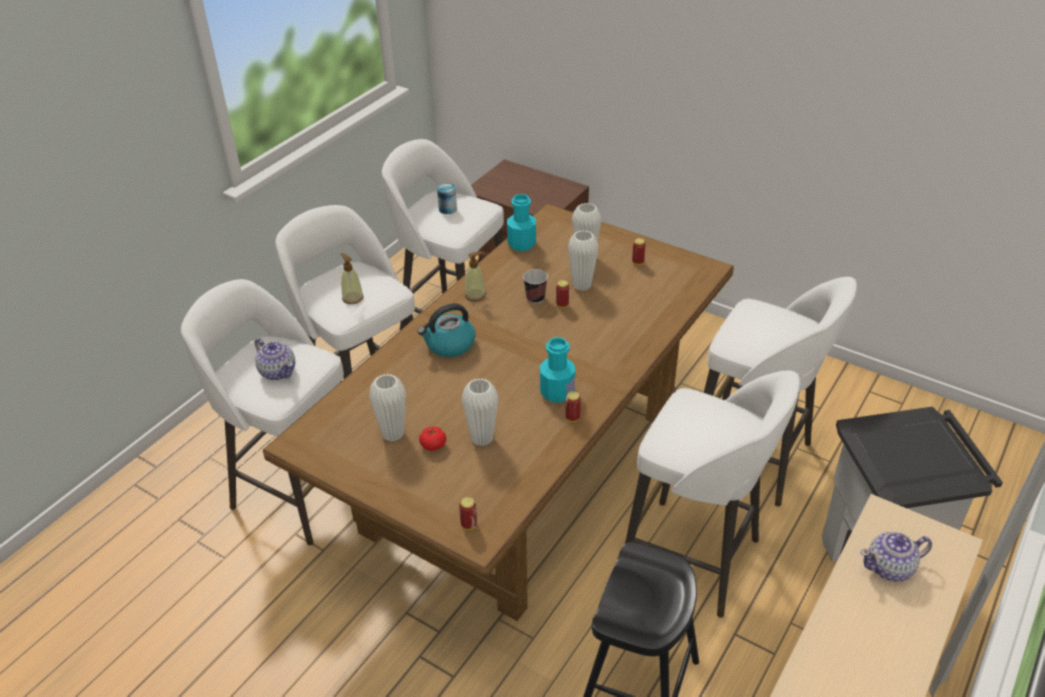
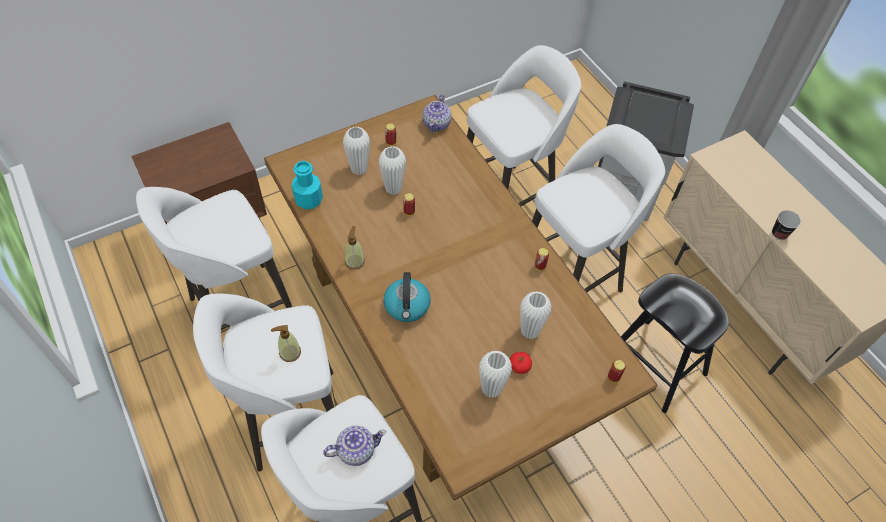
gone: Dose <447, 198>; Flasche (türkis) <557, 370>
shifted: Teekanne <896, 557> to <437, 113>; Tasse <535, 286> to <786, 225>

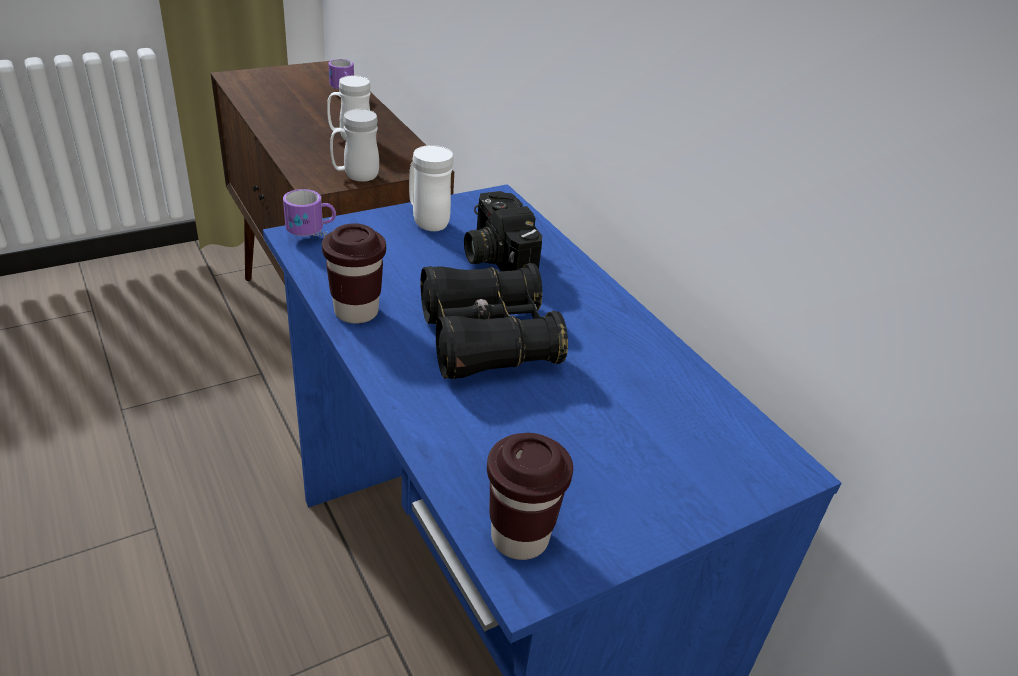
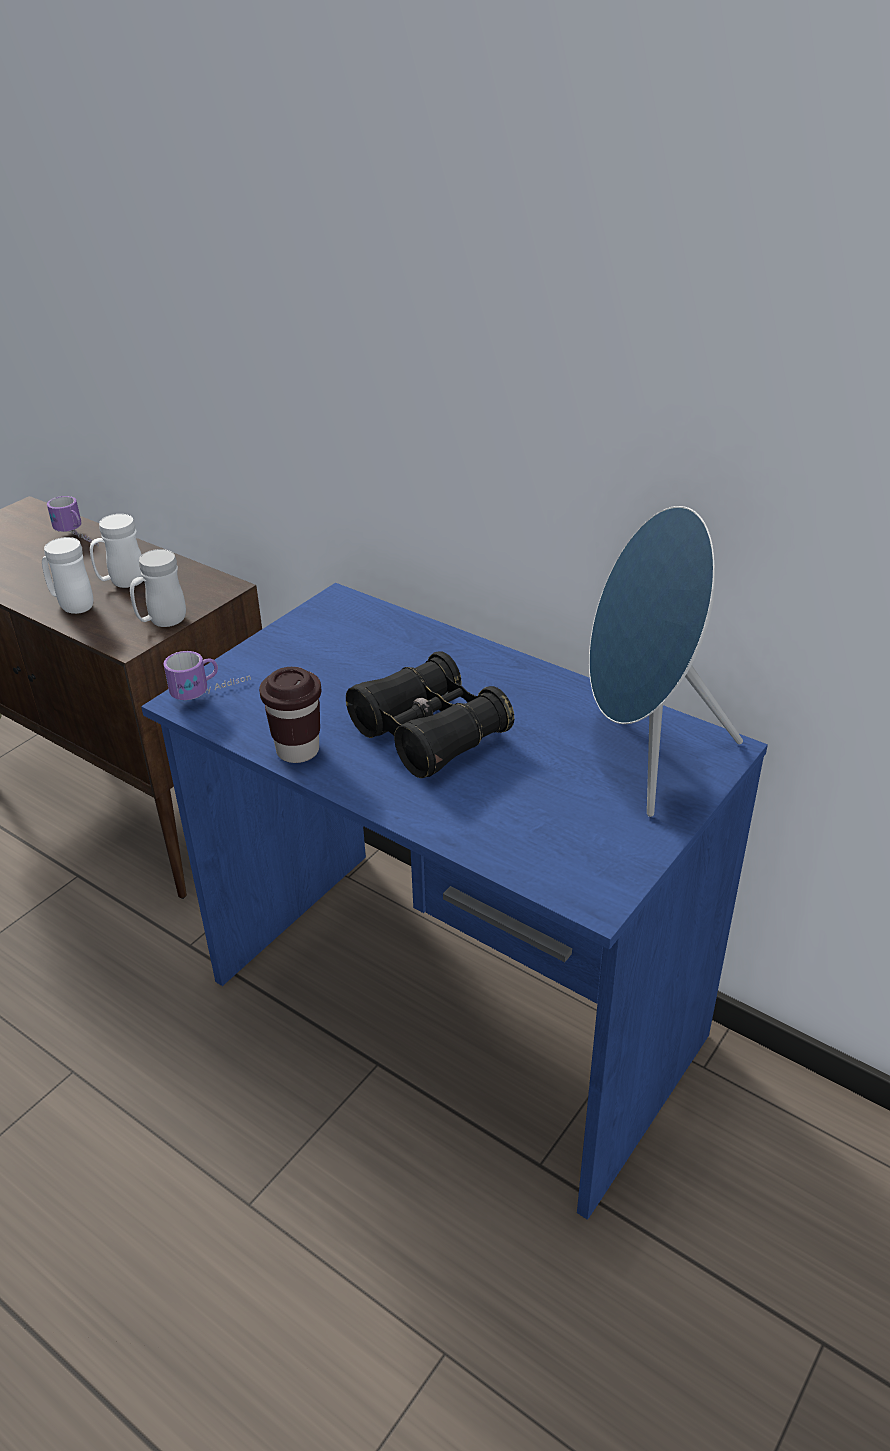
gone: Kamera <503, 231>; Tasse (braun) <530, 496>
new: Lautsprecher (blau) <666, 661>
shifted: Henkelbecher (weiß) <431, 188> to <67, 575>

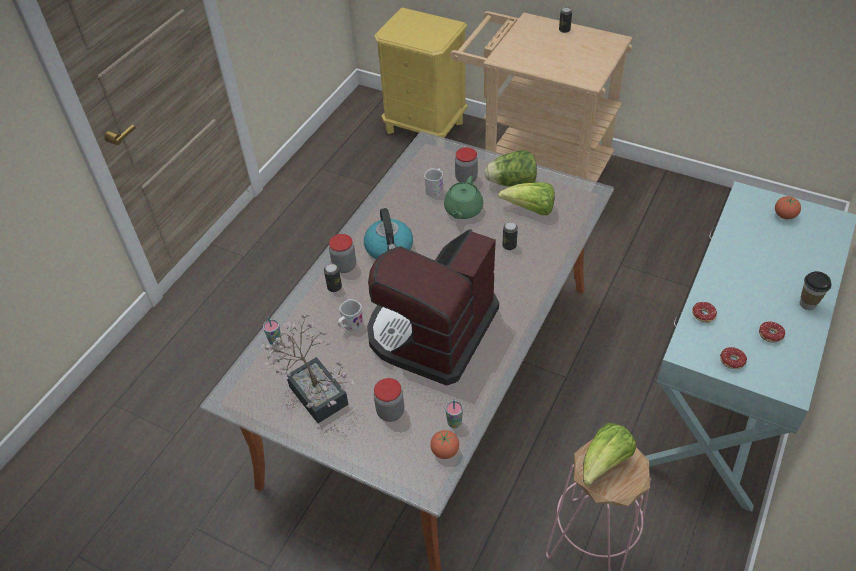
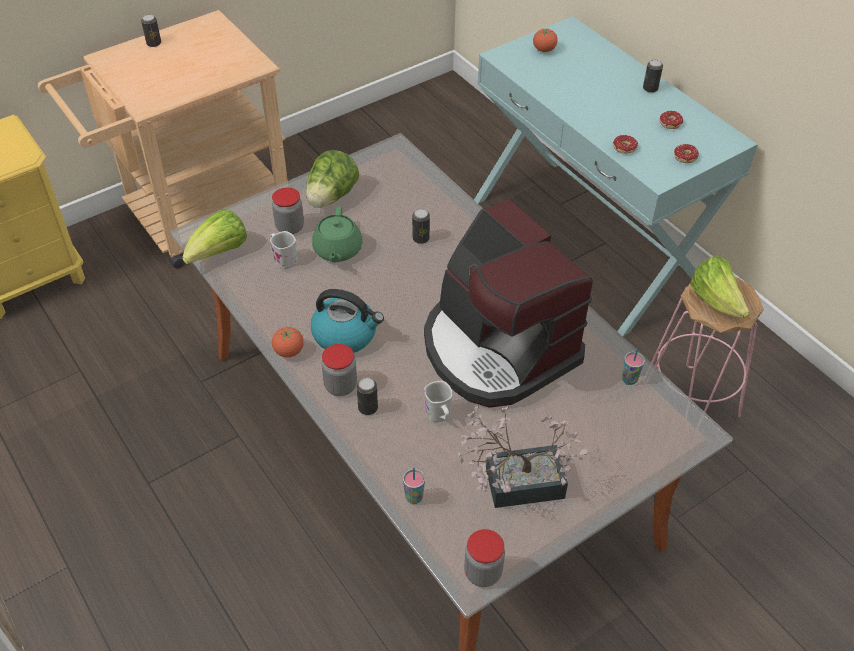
shifted: Salatkopf <526, 198> to <214, 237>; Tomate <444, 444> to <288, 342>; Vorratsglas <389, 400> to <484, 558>
swapped: Tasse <815, 290> to Dose <653, 76>
rotated: Teekanne (grün) <463, 197> = <337, 234> 45 degrees clockwise

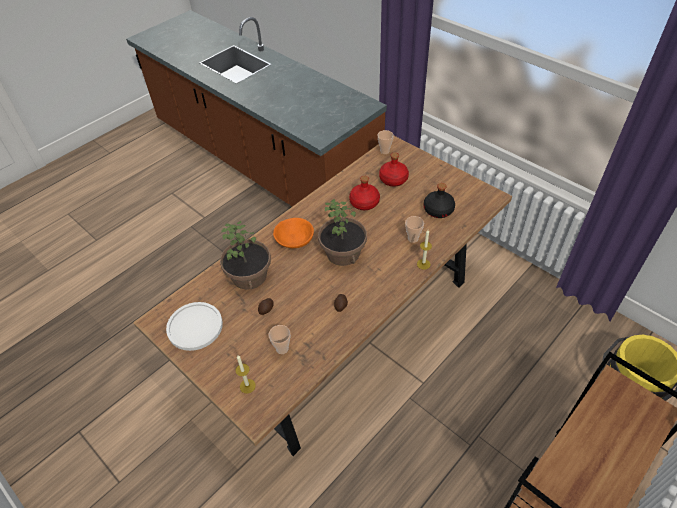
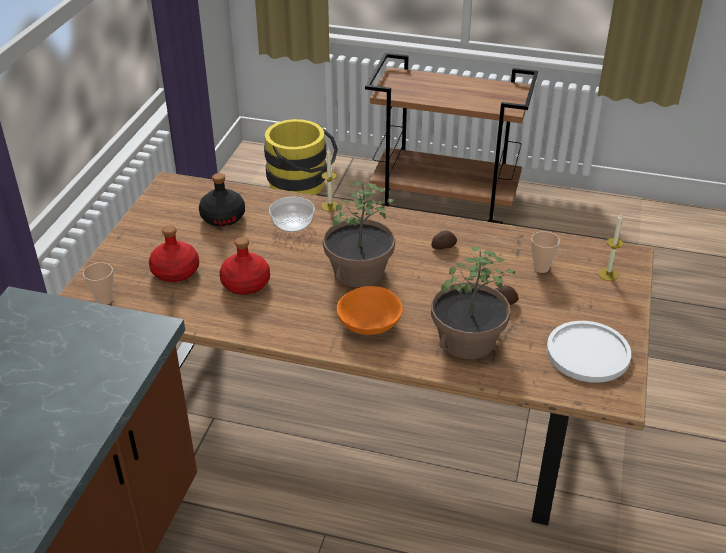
swapped: Tasse <414, 229> to Schüssel <292, 214>

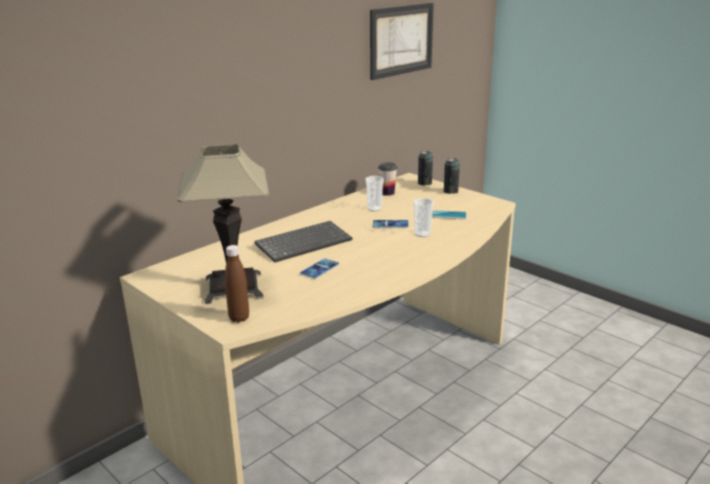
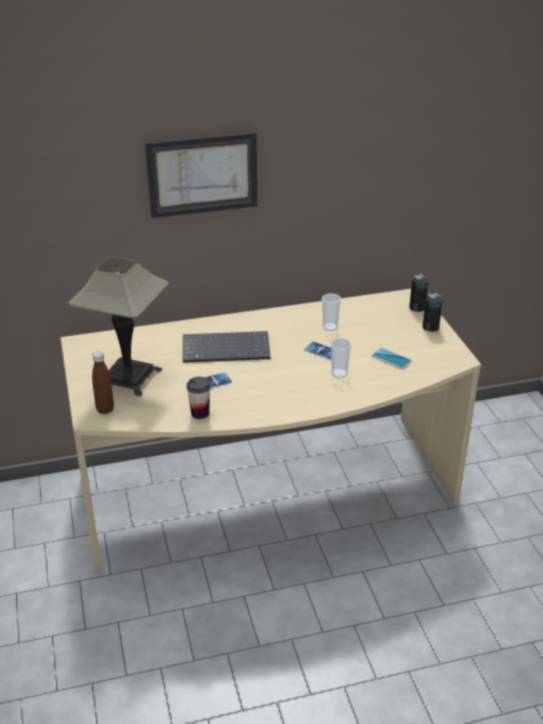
shifted: Bild <402, 41> to <201, 175>; Tasse <387, 179> to <198, 398>

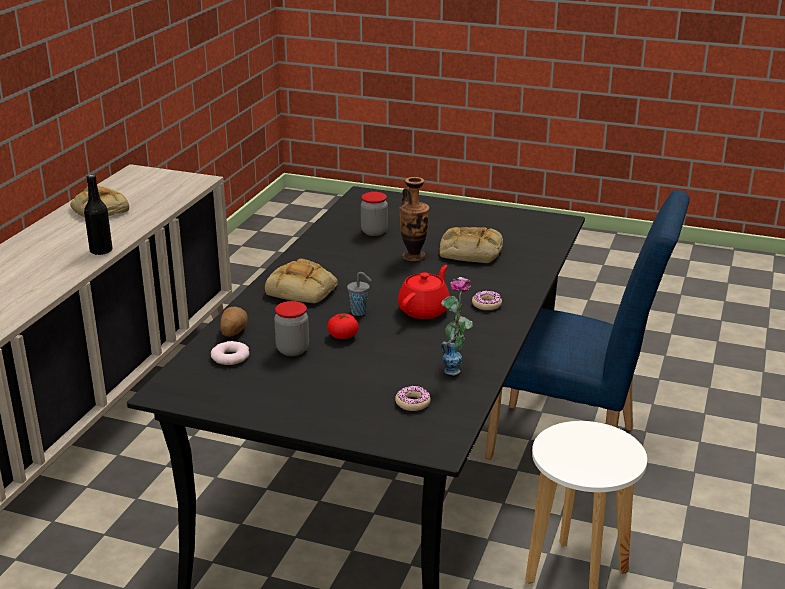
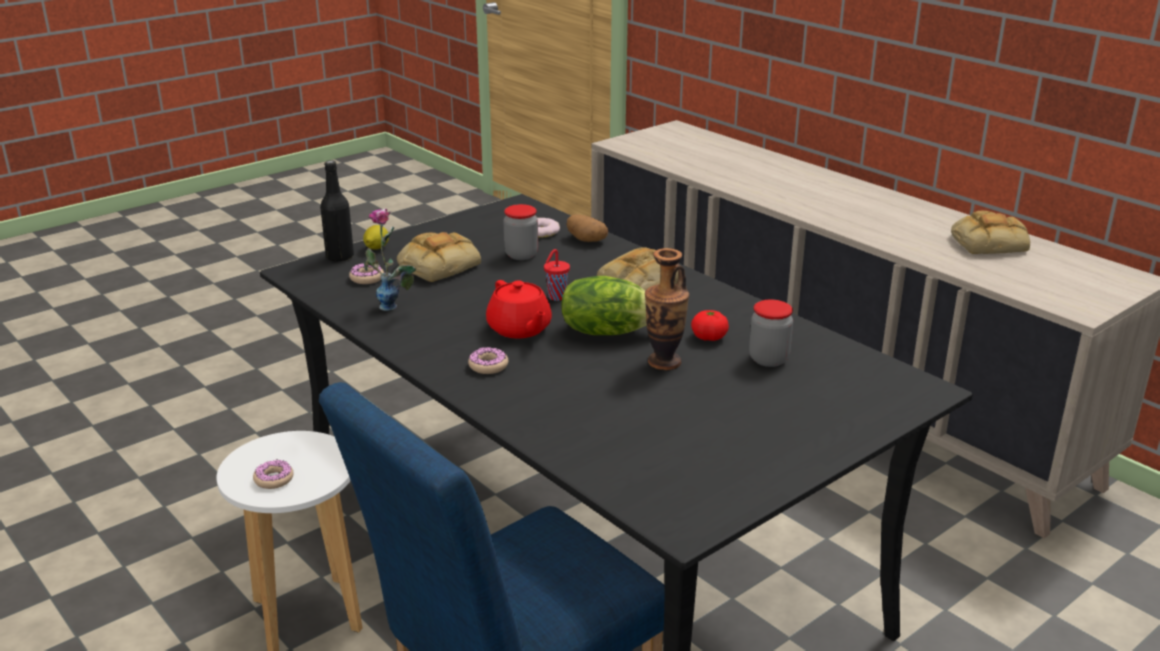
new: Donut <273, 474>; Zitrone <376, 237>; Salatkopf <604, 305>
shifted: Flasche (schwarz) <98, 214> to <337, 210>; Brot <471, 245> to <439, 257>; Tomate <343, 326> to <710, 325>
repainted: Tasse (grau) <359, 294> to Tasse (rot) <557, 275>

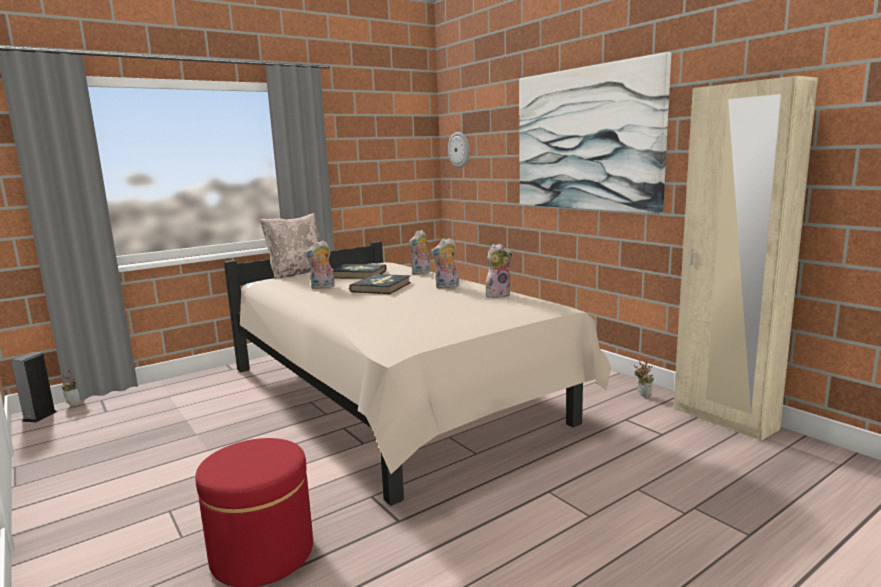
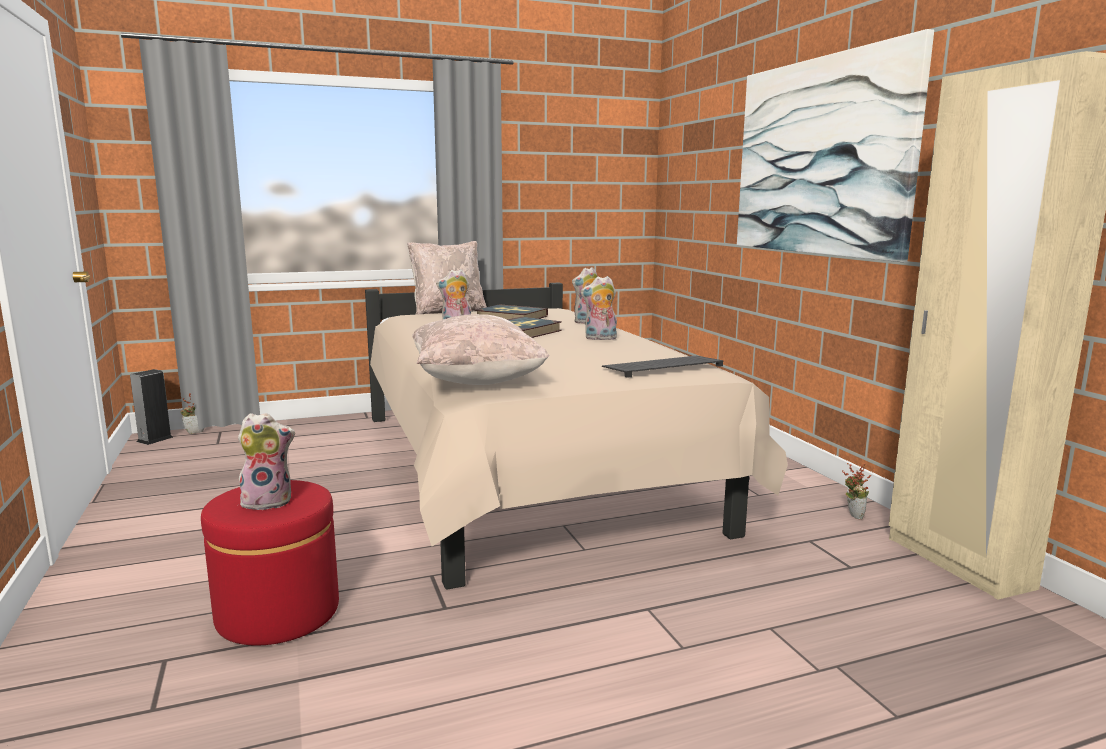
gone: Wanduhr <459, 150>
new: Kissen (beige) <480, 349>; Tastatur <662, 367>
shifted: Plüschtier <499, 271> to <266, 461>

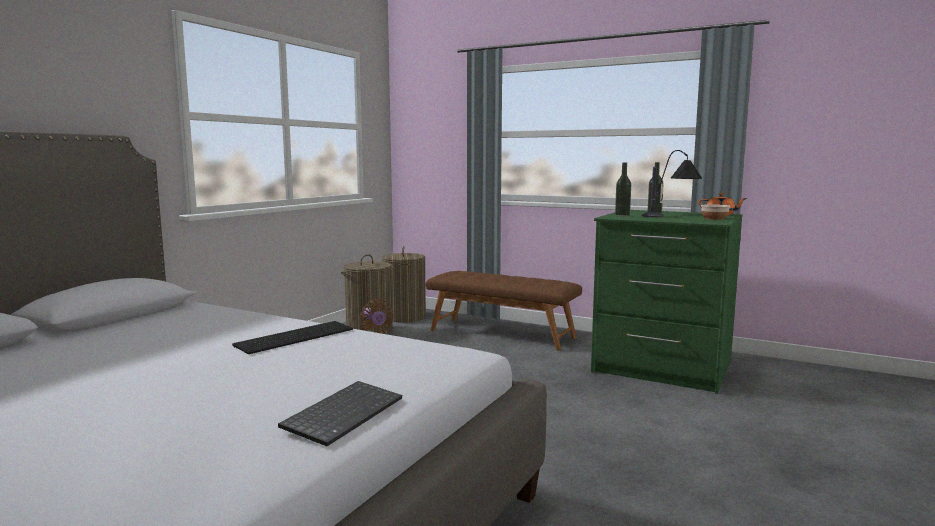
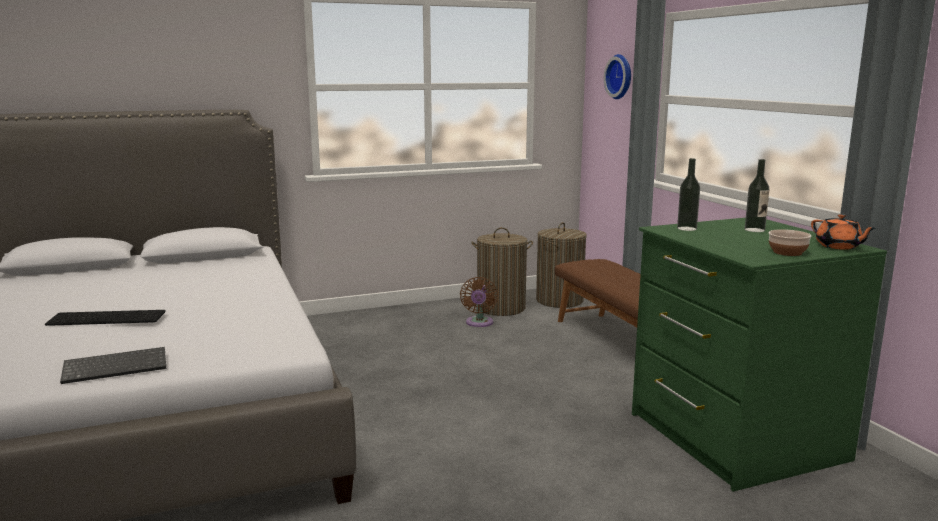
gone: Tischlampe <671, 183>
new: Wanduhr <617, 76>
shifted: Tastatur <292, 337> to <105, 318>

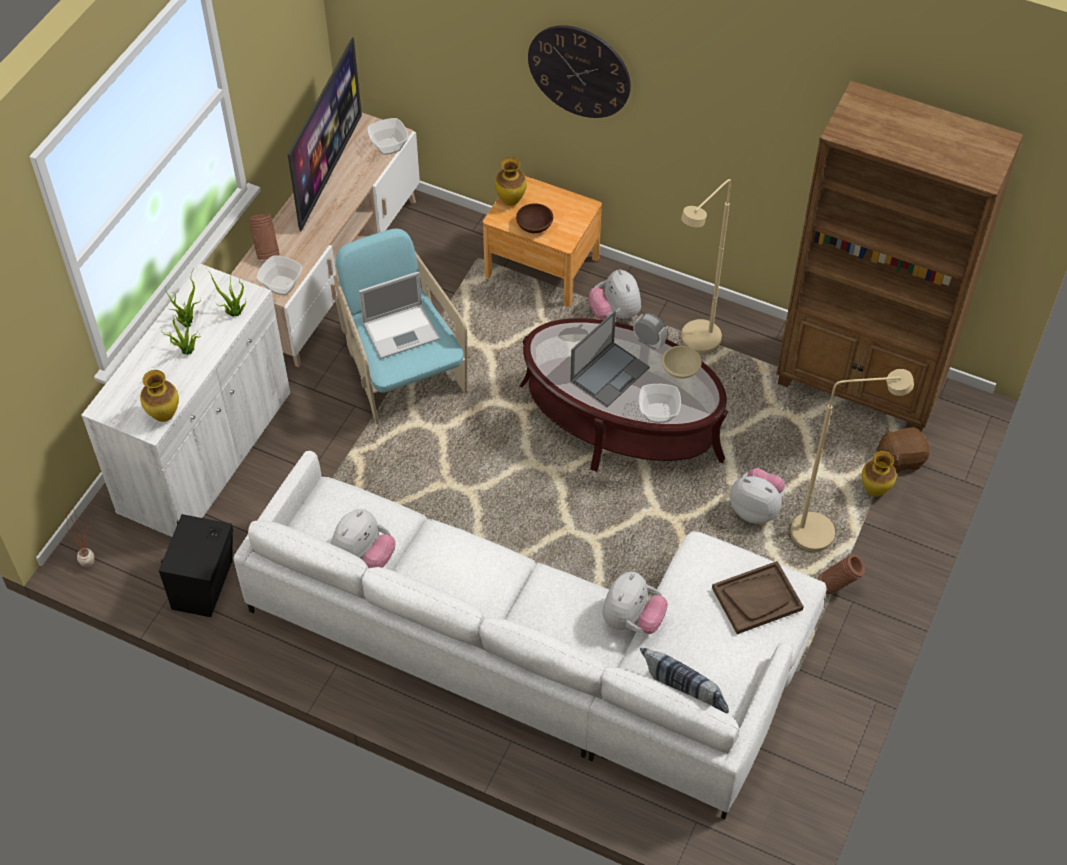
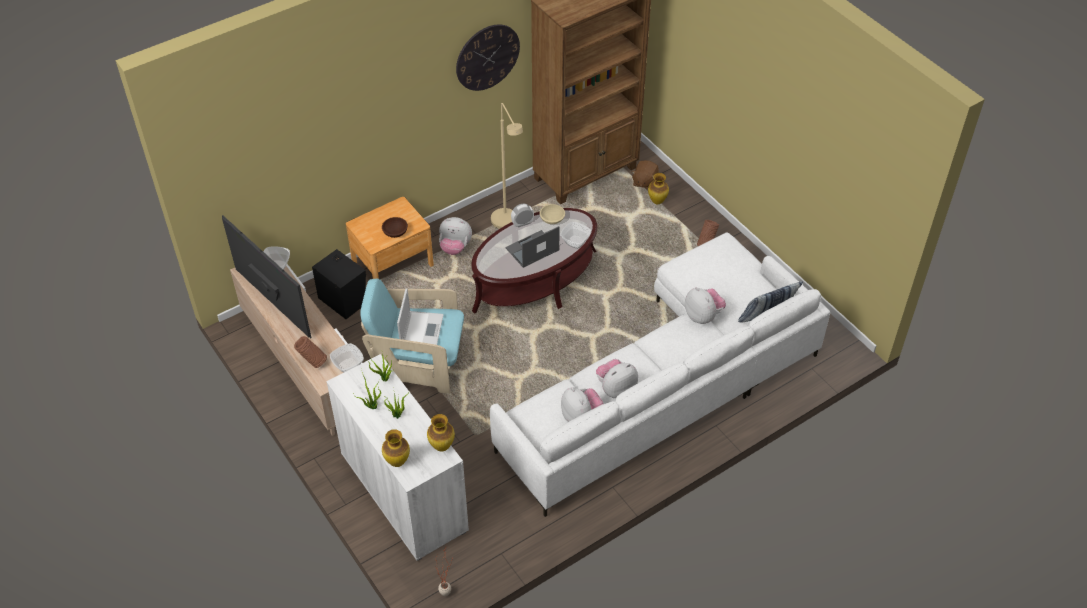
gone: Tablett (braun) <758, 597>; Stehlampe (beige) <852, 460>
shifted: Lautsprecher (schwarz) <196, 565> to <339, 284>; Vase <511, 181> to <396, 448>; Wanduhr <579, 71> to <488, 57>; Plüschtier <757, 496> to <617, 378>
rotated: Laptop <610, 359> = <532, 247> 105 degrees counterclockwise

